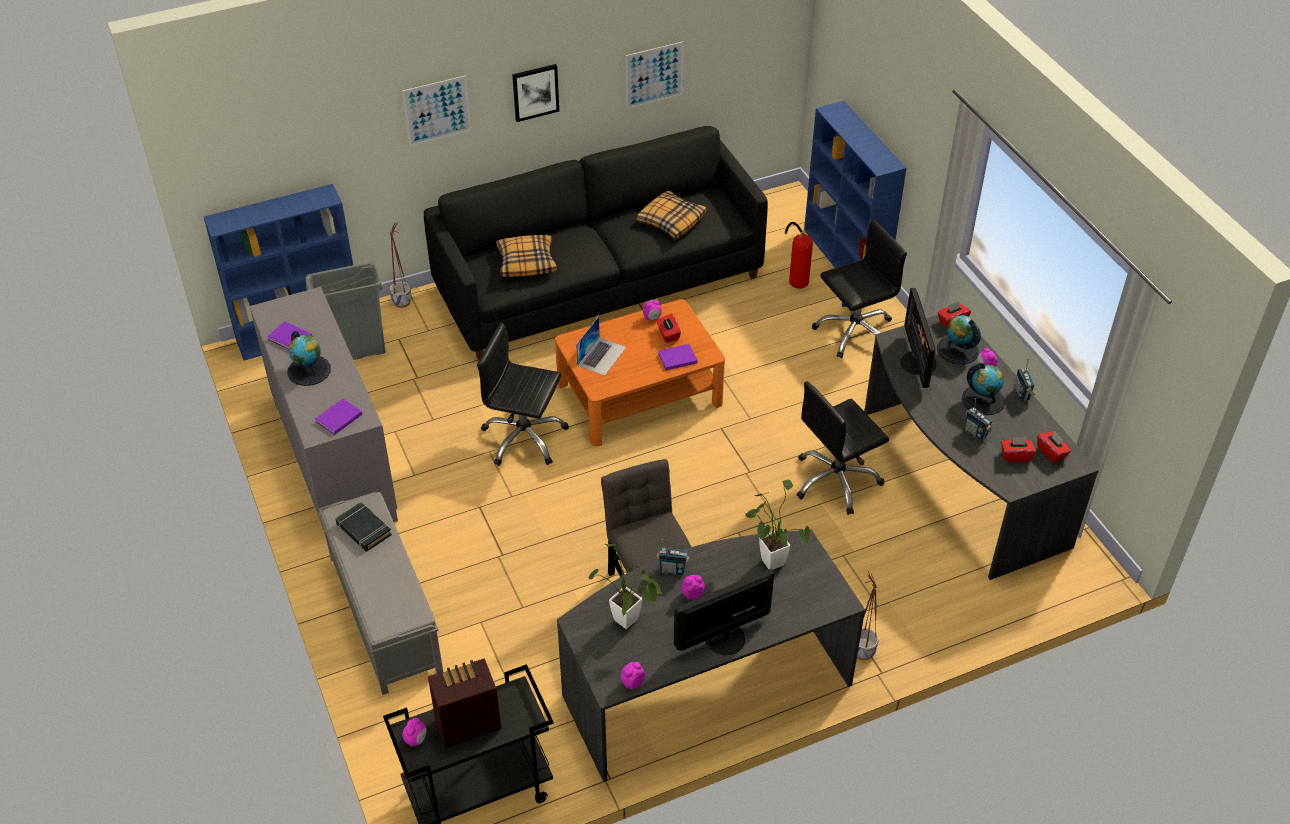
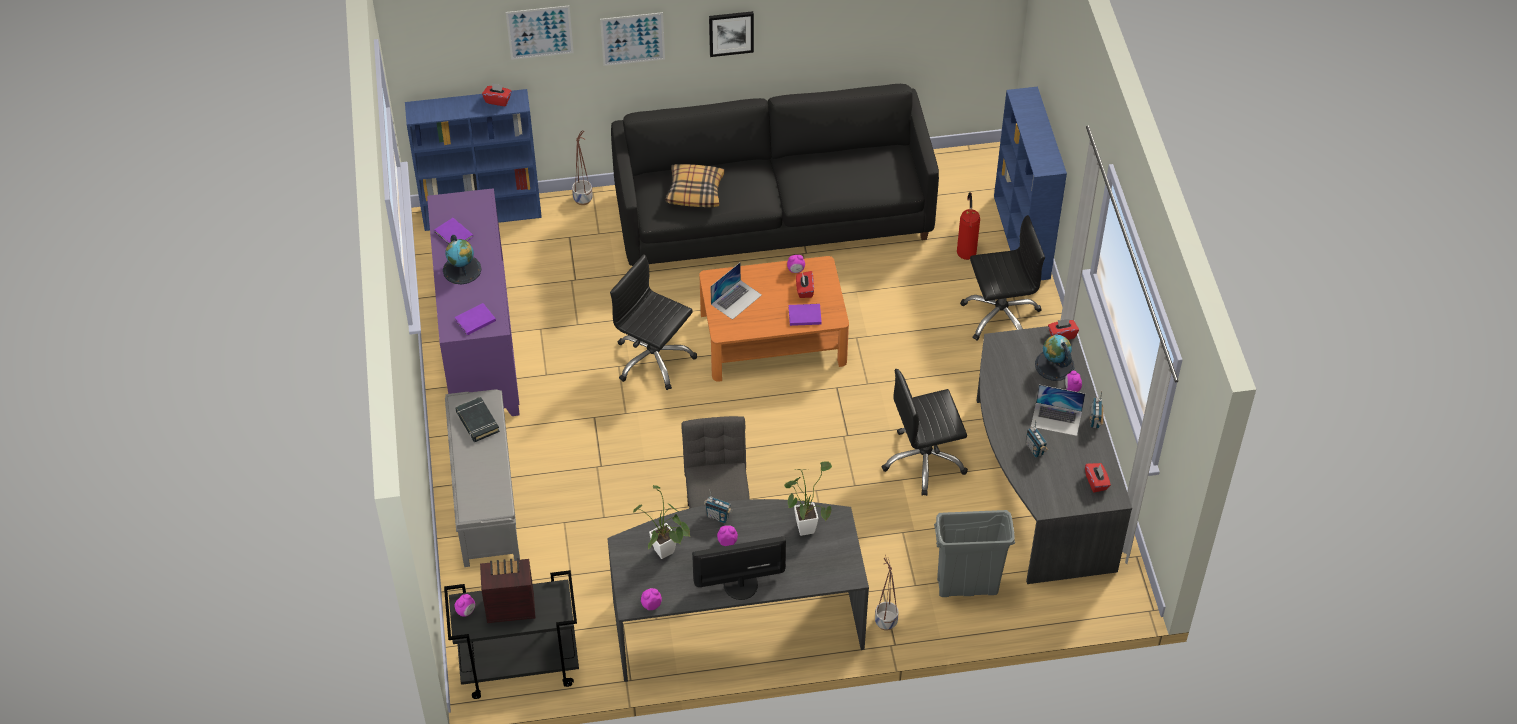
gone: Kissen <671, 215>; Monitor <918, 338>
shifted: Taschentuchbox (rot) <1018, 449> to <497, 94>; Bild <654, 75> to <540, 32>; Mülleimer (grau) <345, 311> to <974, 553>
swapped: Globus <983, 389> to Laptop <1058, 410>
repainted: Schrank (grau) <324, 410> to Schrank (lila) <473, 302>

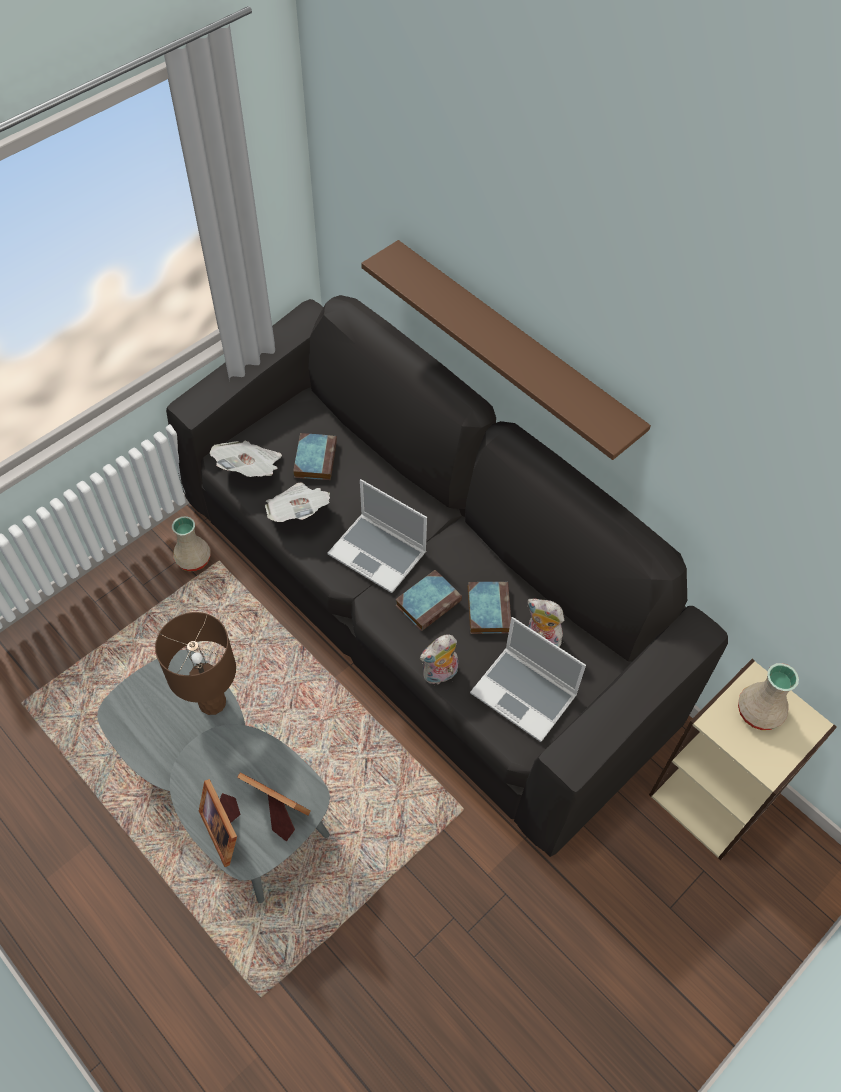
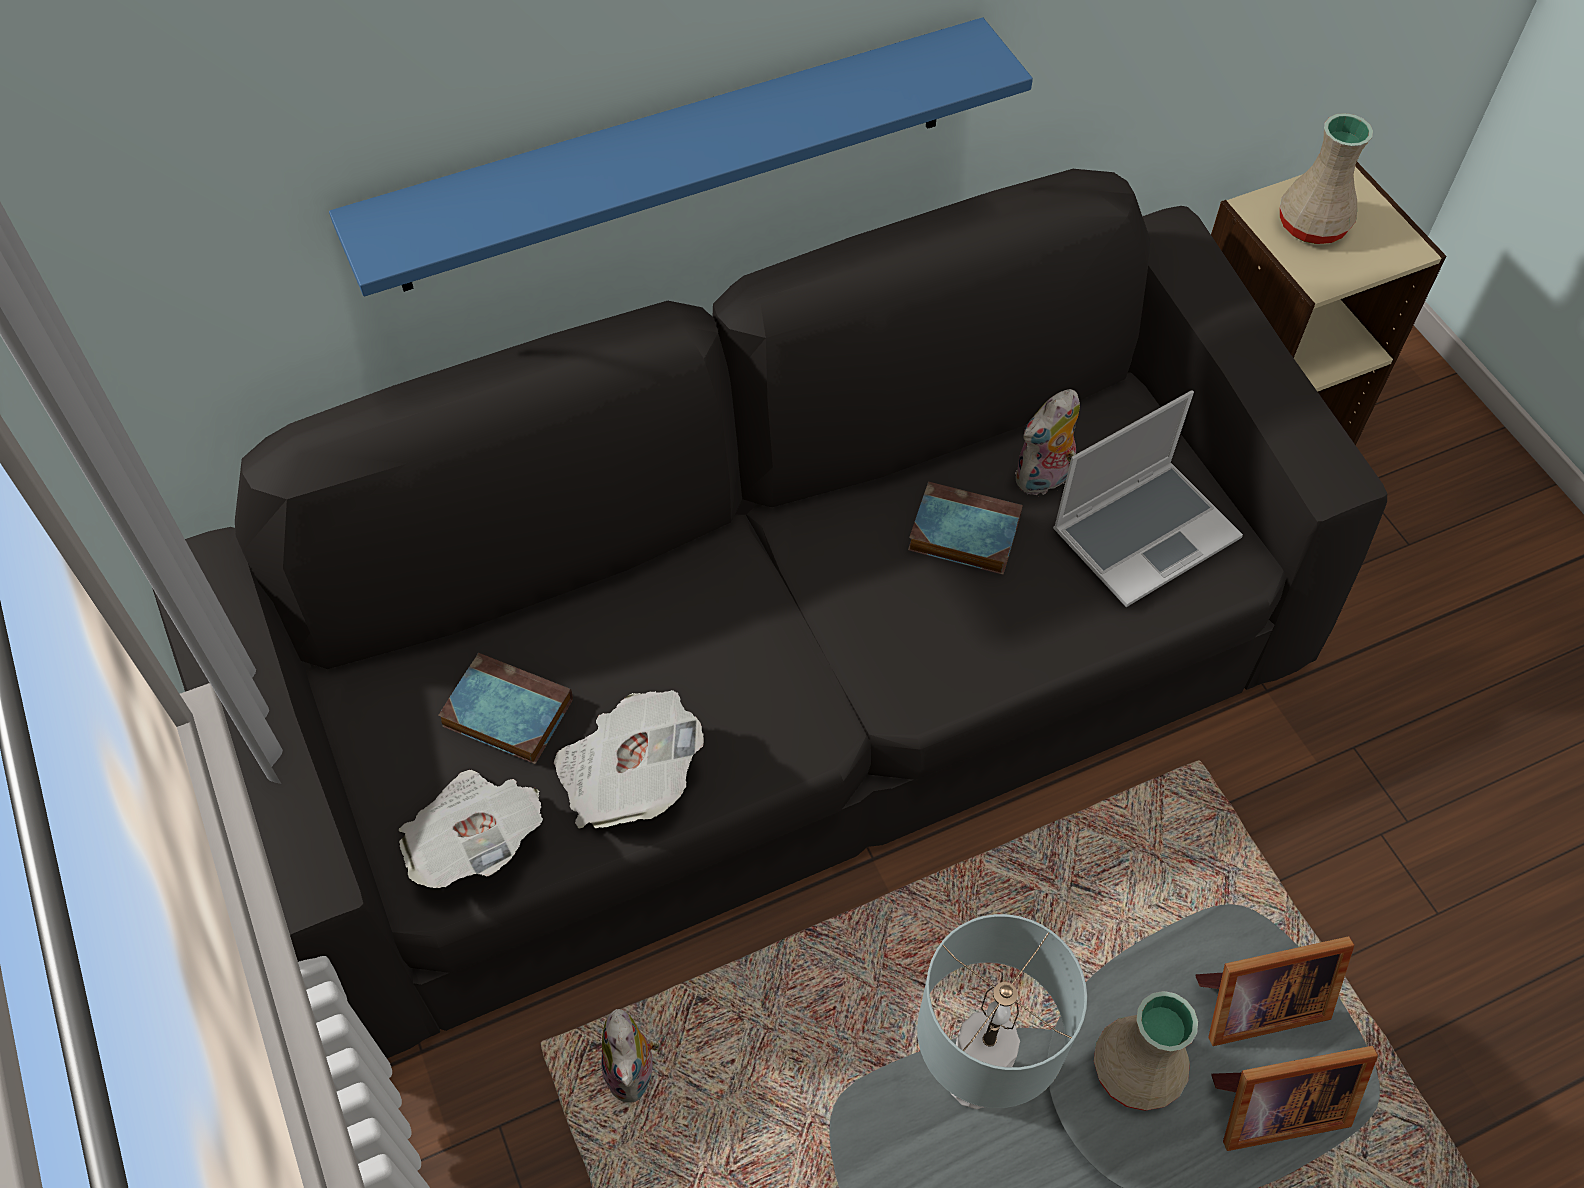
gone: Laptop <377, 536>; Buch <429, 600>
shifted: Plüschtier <439, 659> to <630, 1056>; Vase (beige) <191, 543> to <1146, 1051>
repainted: Wandregal (braun) <506, 350> to Wandregal (blau) <681, 156>; Tischlampe (braun) <195, 663> to Tischlampe (grau) <1002, 1011>
rotated: Bilderrahmen <274, 806> = <1274, 991> 150 degrees counterclockwise

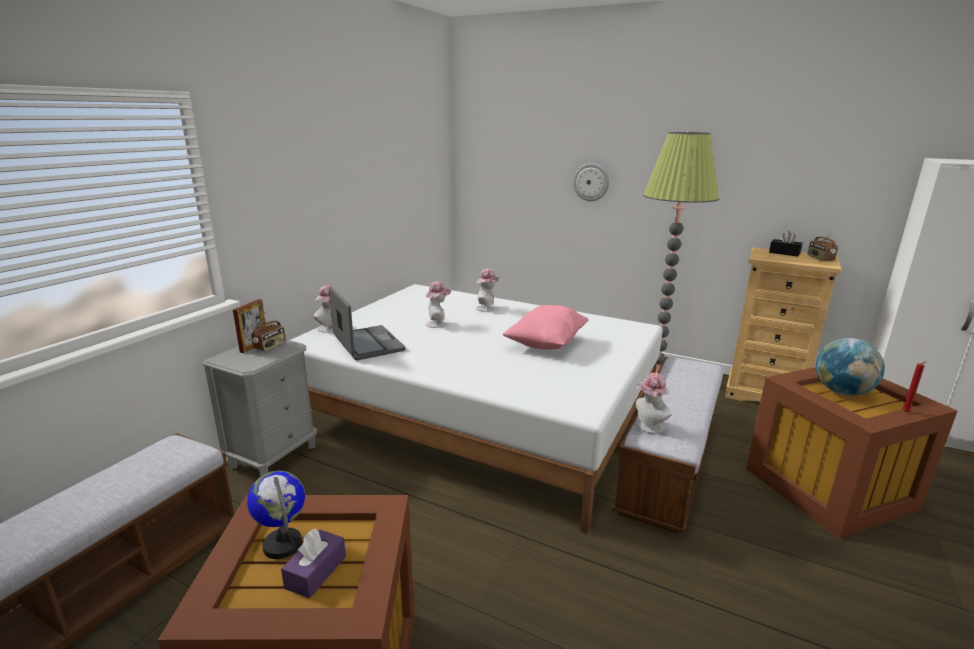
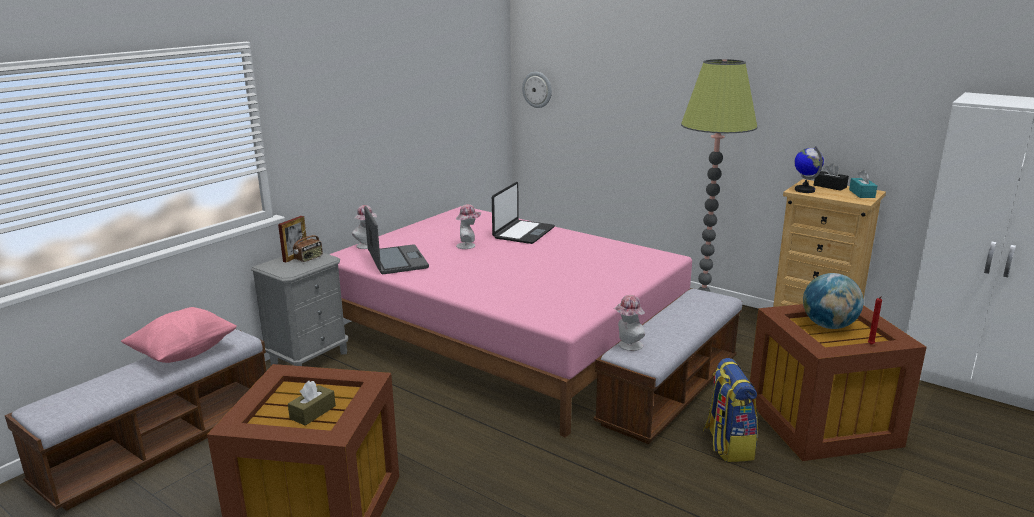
new: Rucksack <730, 410>
shifted: Kissen (rosa) <545, 327> to <179, 335>; Wanduhr <591, 182> to <537, 90>; Globus <276, 515> to <809, 169>
swapped: Hut <488, 290> to Laptop <523, 213>; Radio <823, 245> to Taschentuchbox (türkis) <863, 184>
repainted: Taschentuchbox (lila) <313, 563> to Taschentuchbox (braun) <312, 403>; Bett (weiß) <476, 409> to Bett (rosa) <510, 322>

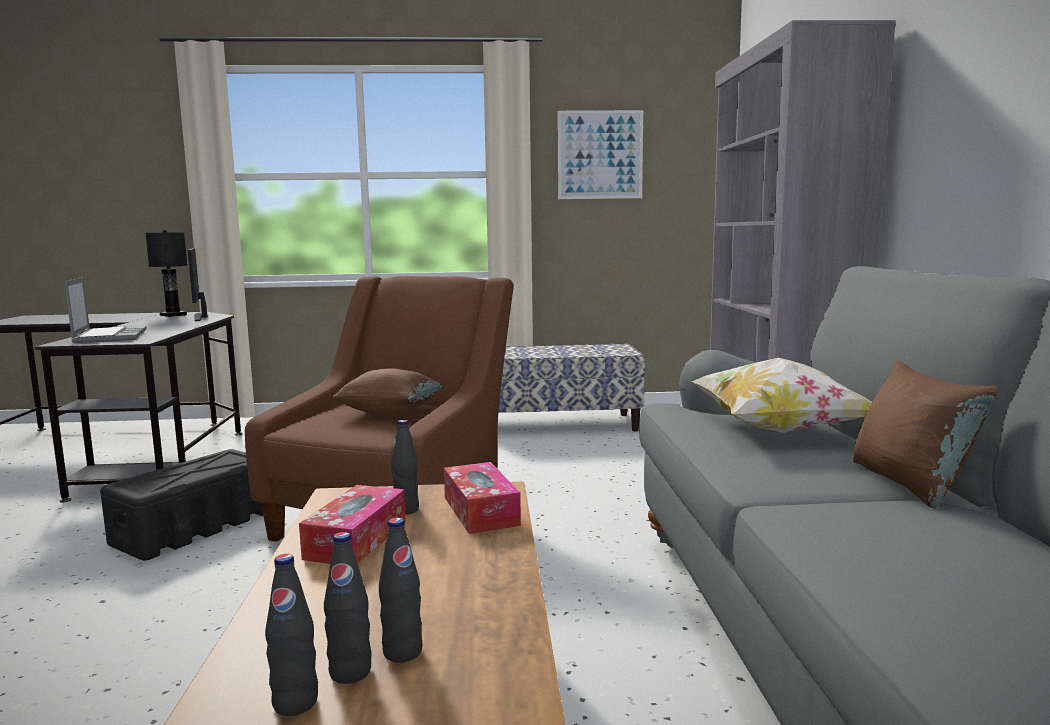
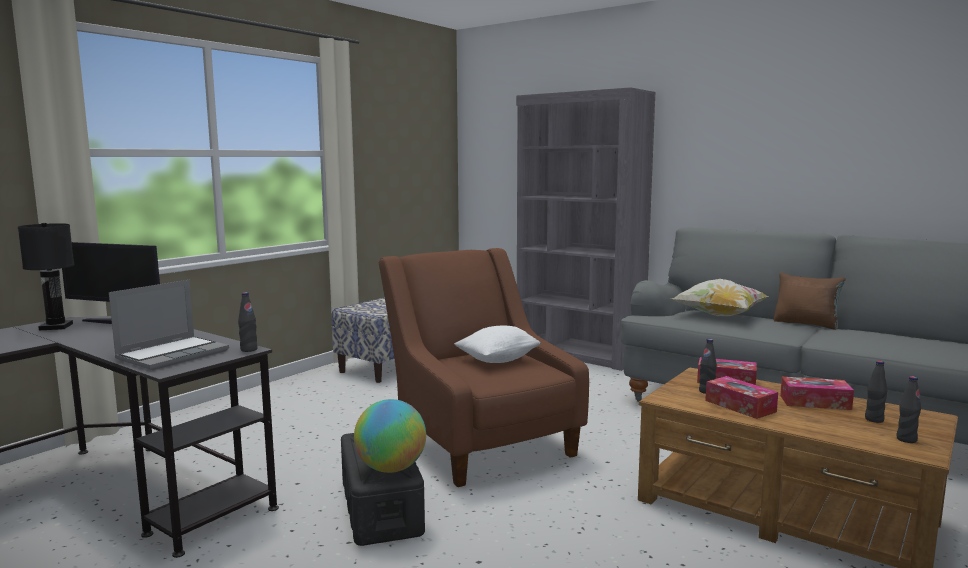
gone: Bild <600, 154>
new: Globus <390, 436>; Taschentuchbox <817, 393>
shifted: Flasche (schwarz) <348, 608> to <248, 322>
repainted: Kissen (braun) <388, 391> to Kissen (weiß) <497, 344>
rotated: Laptop <105, 310> = <169, 325> 105 degrees clockwise

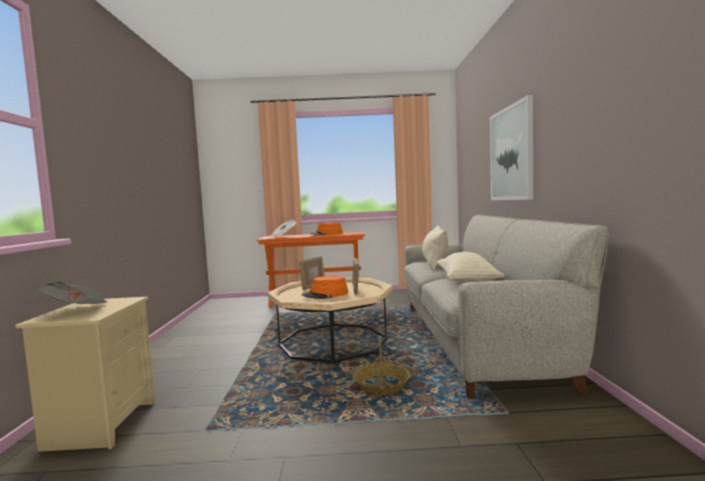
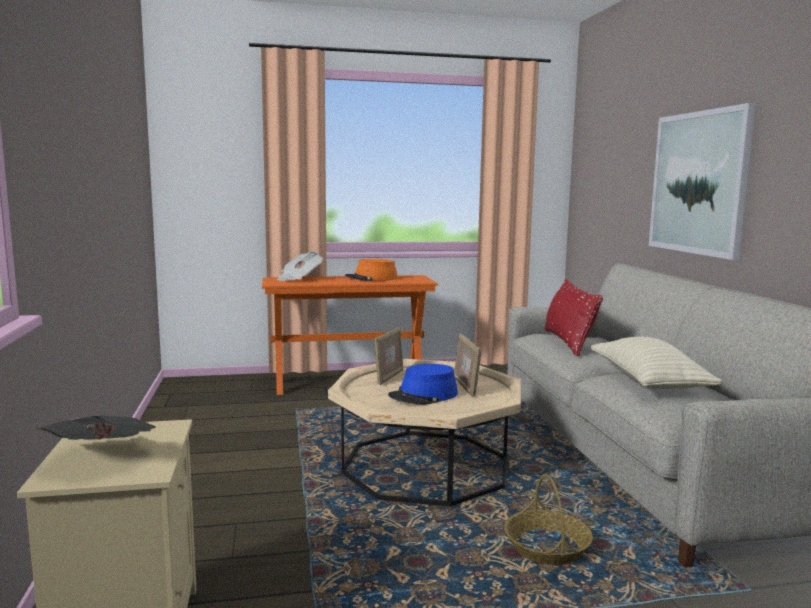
repainted: Hut (orange) <325, 287> to Hut (blau) <423, 384>; Kissen (beige) <435, 247> to Kissen (rot) <574, 317>

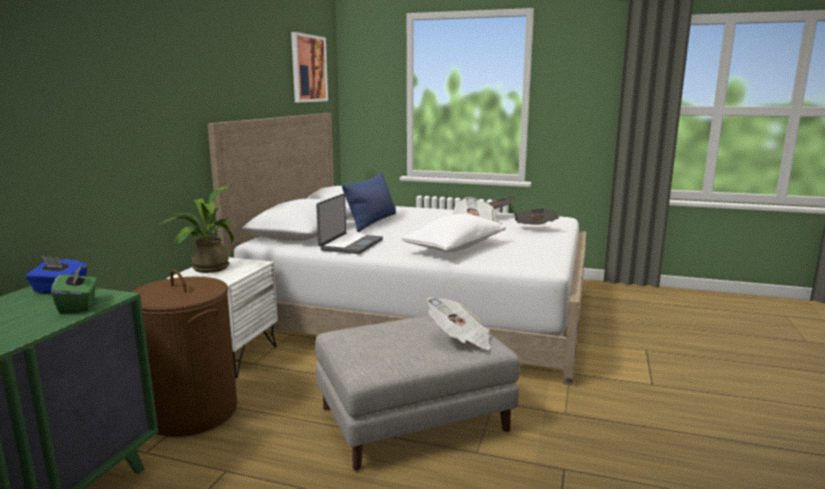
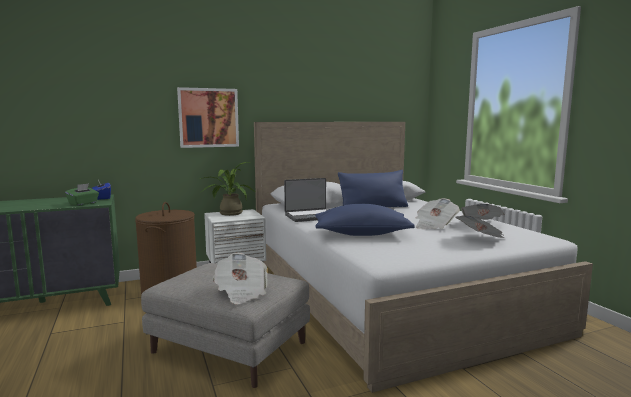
shifted: Bild <309, 67> to <208, 117>
repainted: Kissen (weiß) <453, 233> to Kissen (blau) <365, 220>

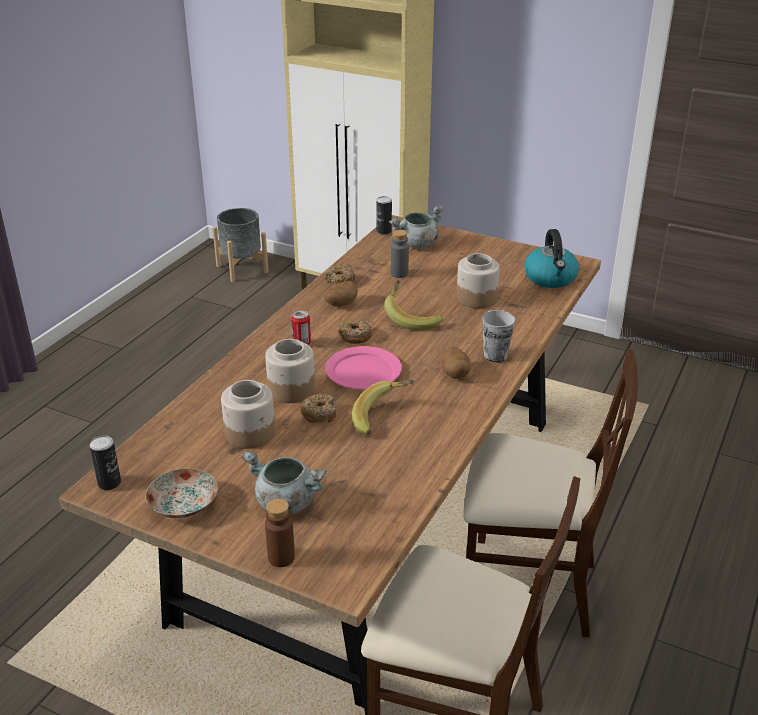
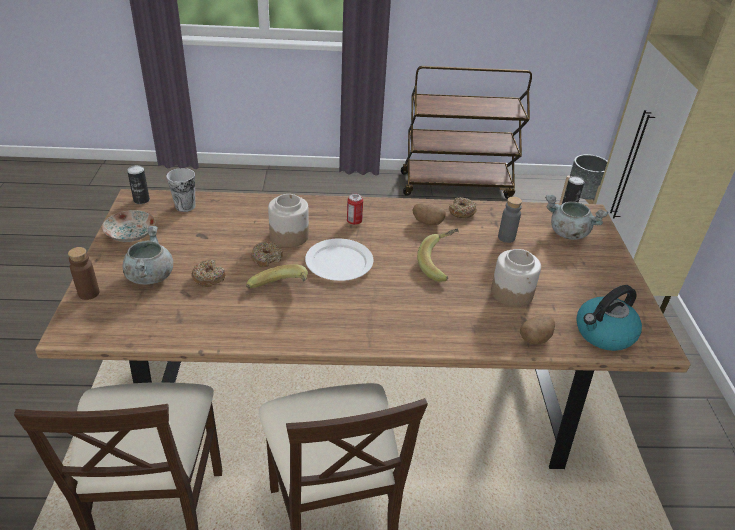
gone: Vorratsglas <248, 414>
new: Rollwagen (braun) <466, 132>
shifted: Tasse <498, 336> to <181, 190>; Donut <355, 331> to <208, 273>; Kartoffel <456, 363> to <537, 330>
repainted: Teller (rosa) <363, 367> to Teller (weiß) <339, 260>

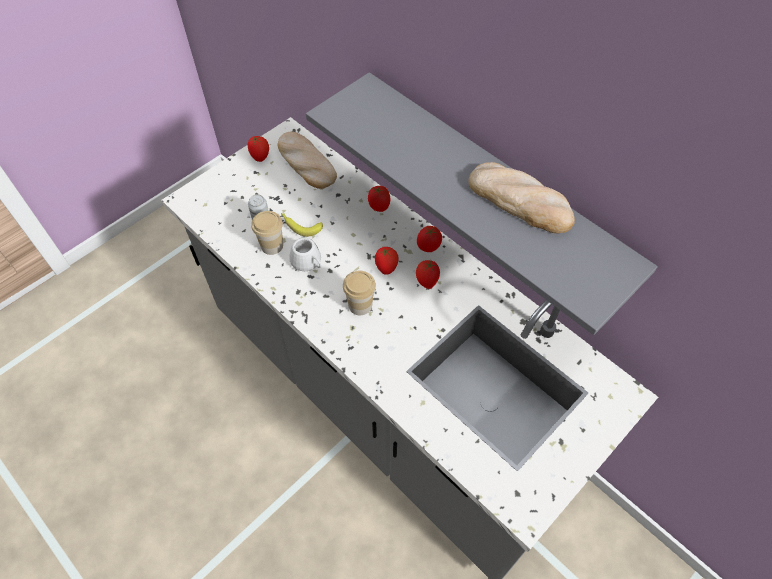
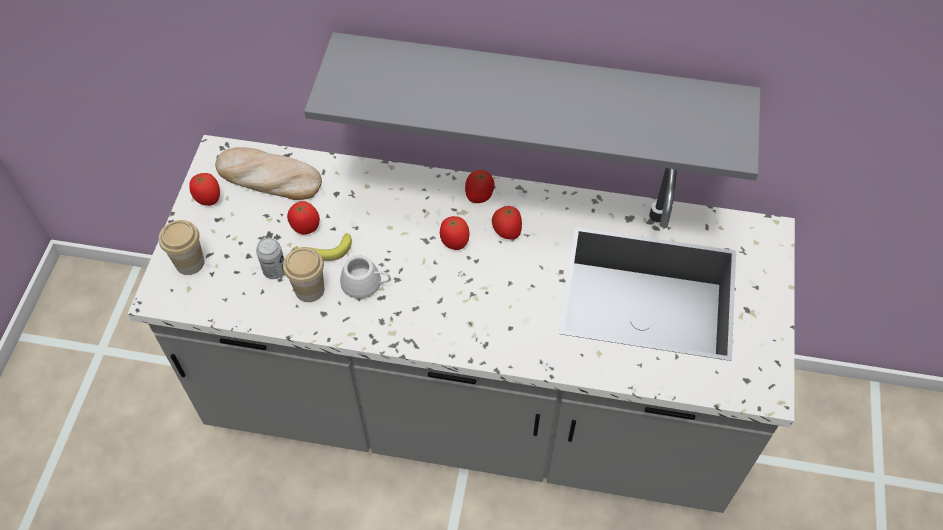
gone: Brot <521, 197>
shifted: Tasse <359, 293> to <182, 247>; Tomate <379, 199> to <303, 217>

